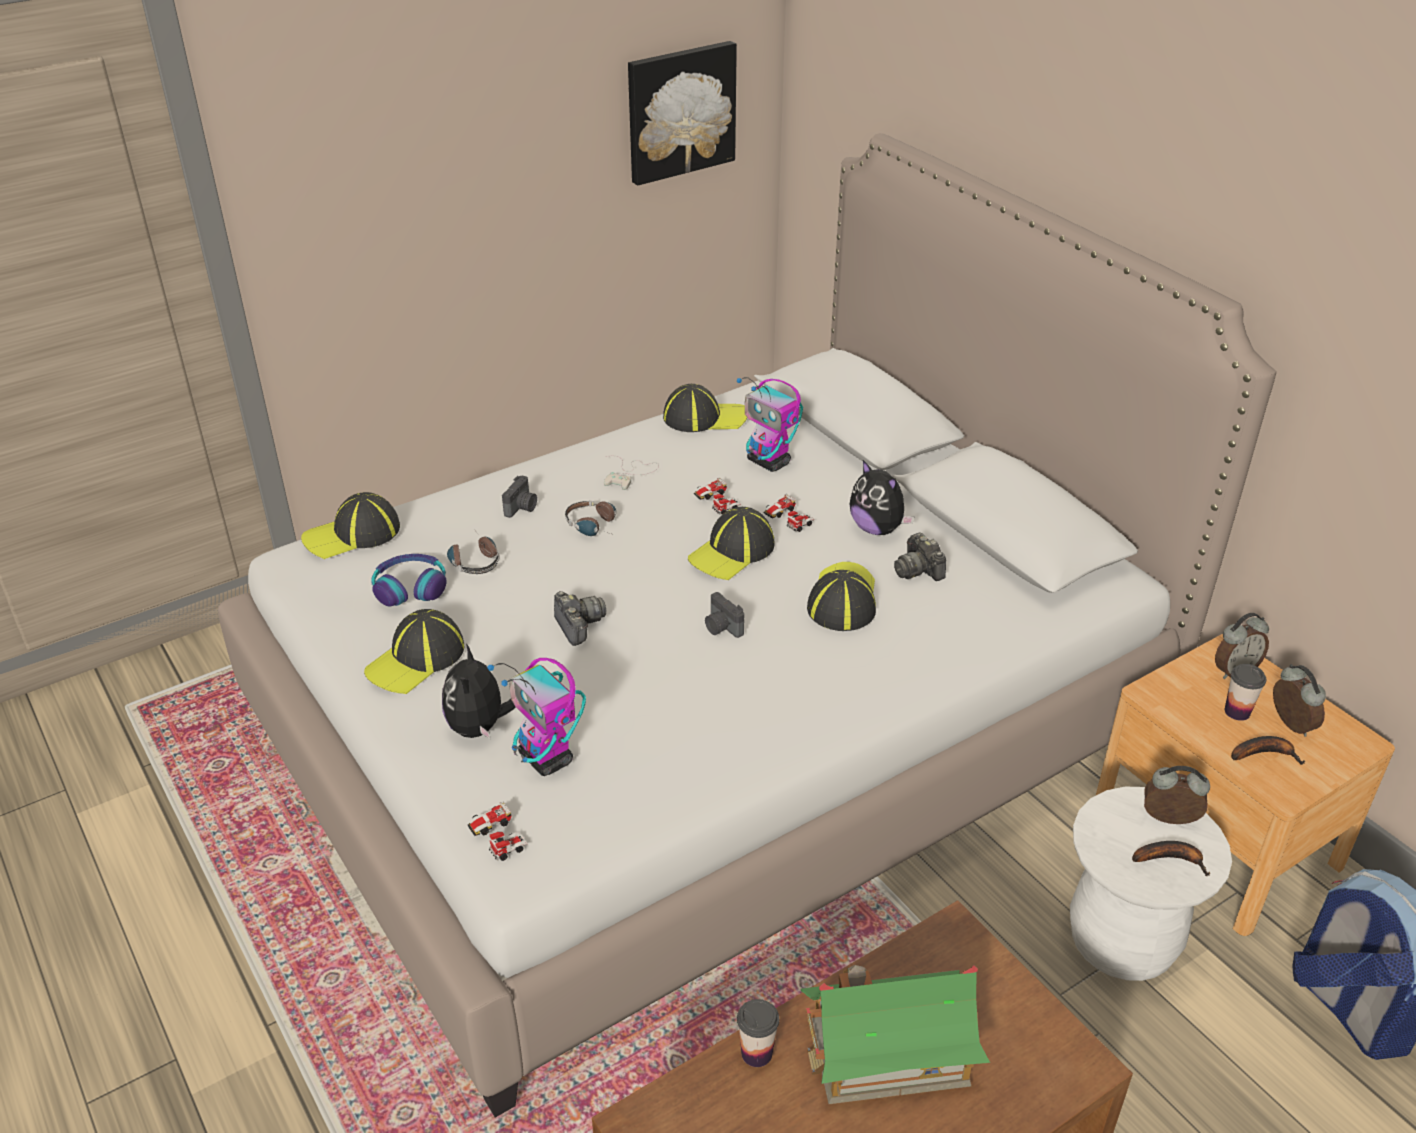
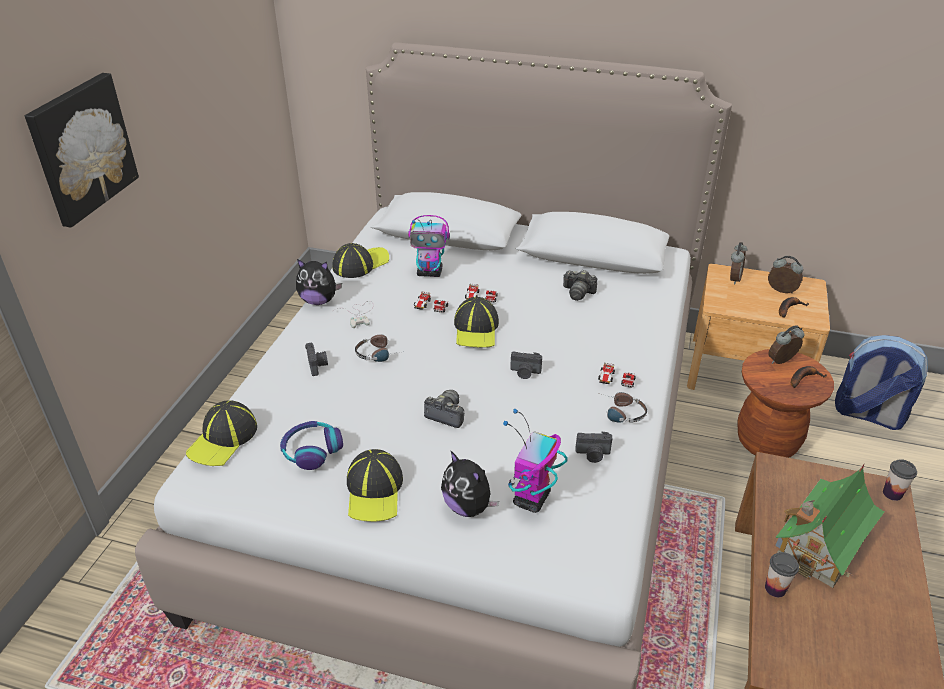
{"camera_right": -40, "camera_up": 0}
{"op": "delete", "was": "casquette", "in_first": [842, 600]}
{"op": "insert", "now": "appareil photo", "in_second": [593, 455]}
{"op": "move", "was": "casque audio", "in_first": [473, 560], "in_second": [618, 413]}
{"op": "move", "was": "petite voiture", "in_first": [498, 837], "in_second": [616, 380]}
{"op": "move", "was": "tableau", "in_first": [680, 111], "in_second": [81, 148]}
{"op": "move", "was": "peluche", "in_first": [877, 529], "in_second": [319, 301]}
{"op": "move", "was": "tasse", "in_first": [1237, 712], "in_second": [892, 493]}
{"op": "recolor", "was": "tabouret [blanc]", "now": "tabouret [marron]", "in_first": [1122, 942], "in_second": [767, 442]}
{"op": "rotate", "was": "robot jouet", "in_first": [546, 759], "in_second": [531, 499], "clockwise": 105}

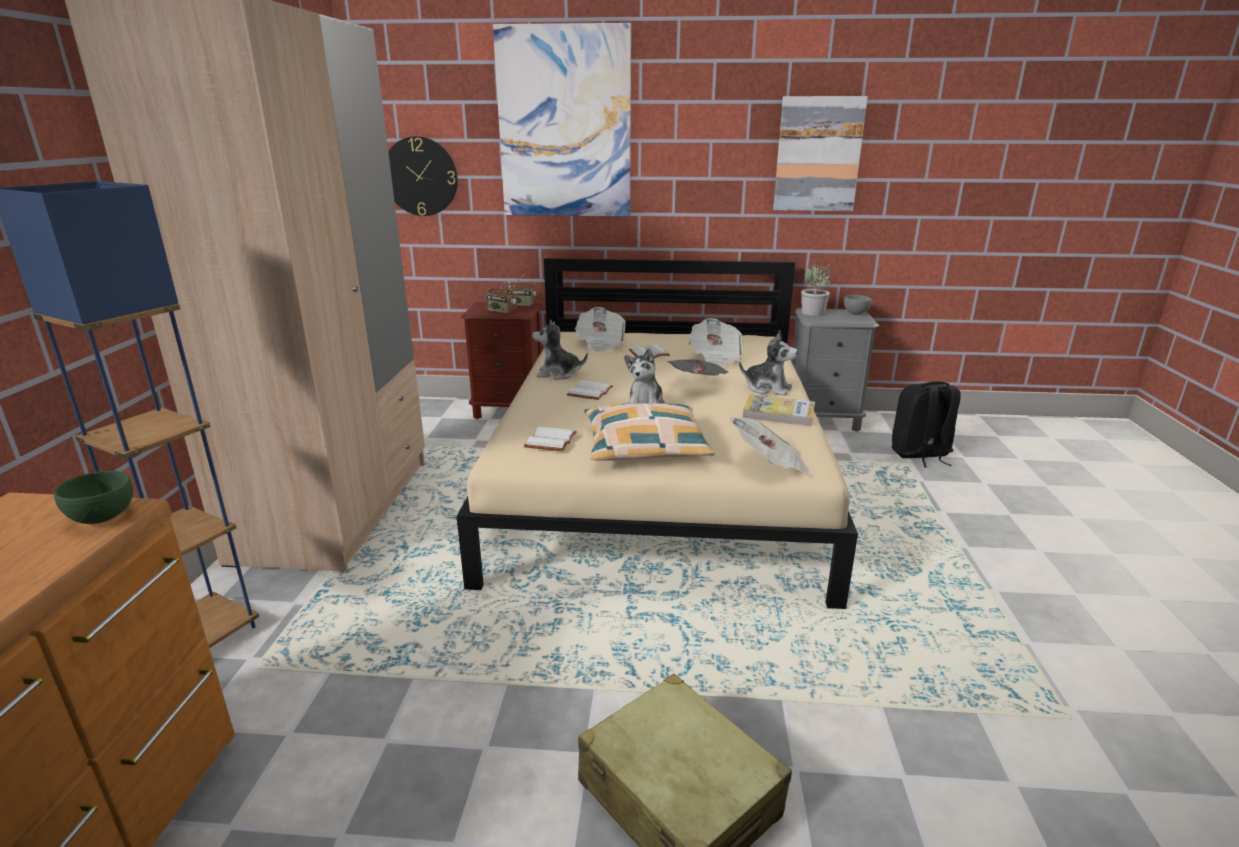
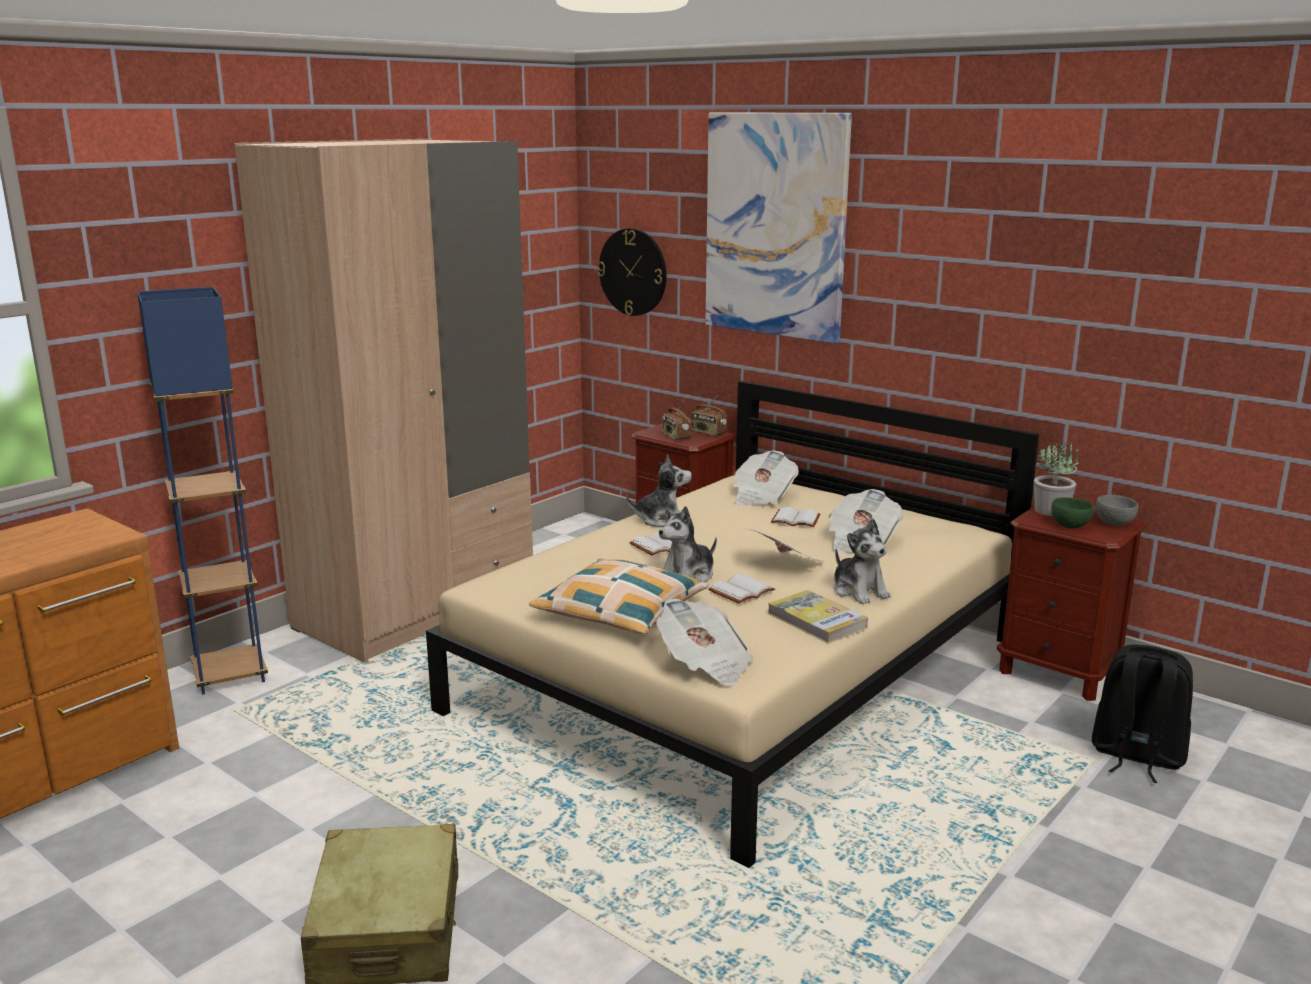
{"camera_right": 35, "camera_up": -5}
{"op": "delete", "was": "tableau", "in_first": [818, 154]}
{"op": "move", "was": "bol [vert]", "in_first": [102, 518], "in_second": [1069, 526]}
{"op": "move", "was": "livre [blanc]", "in_first": [552, 441], "in_second": [742, 592]}
{"op": "recolor", "was": "table de chevet [gris]", "now": "table de chevet [marron]", "in_first": [823, 420], "in_second": [1058, 673]}
{"op": "rotate", "was": "peluche", "in_first": [558, 374], "in_second": [661, 520], "clockwise": 135}

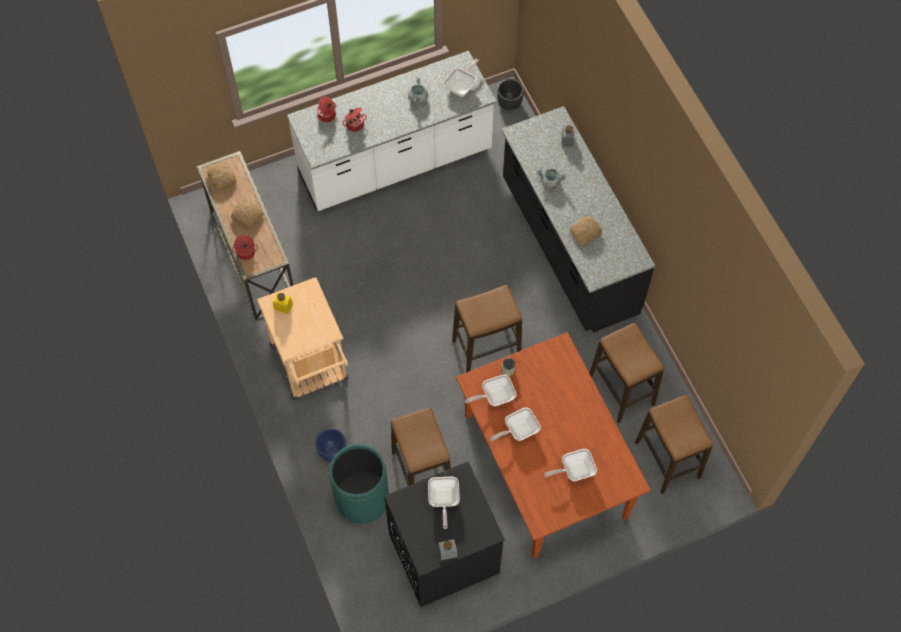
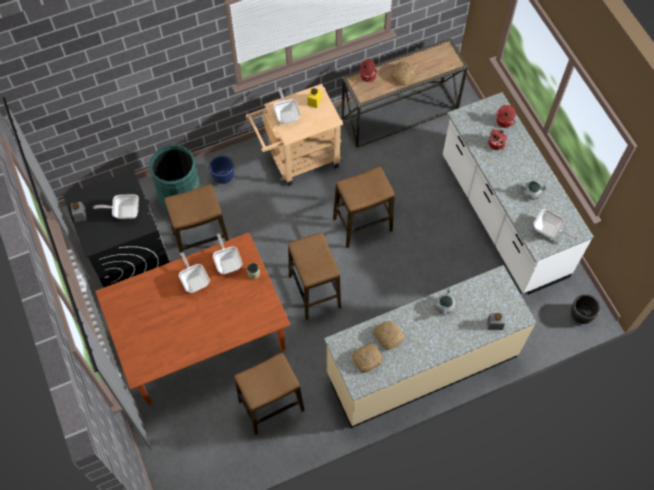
{"camera_right": 90, "camera_up": 0}
{"op": "move", "was": "pain", "in_first": [221, 178], "in_second": [367, 359]}
{"op": "move", "was": "poêle", "in_first": [574, 470], "in_second": [287, 114]}
{"op": "move", "was": "tabouret", "in_first": [667, 460], "in_second": [362, 225]}
{"op": "recolor", "was": "comptoir de cuisine [noir]", "now": "comptoir de cuisine [beige]", "in_first": [568, 247], "in_second": [421, 364]}

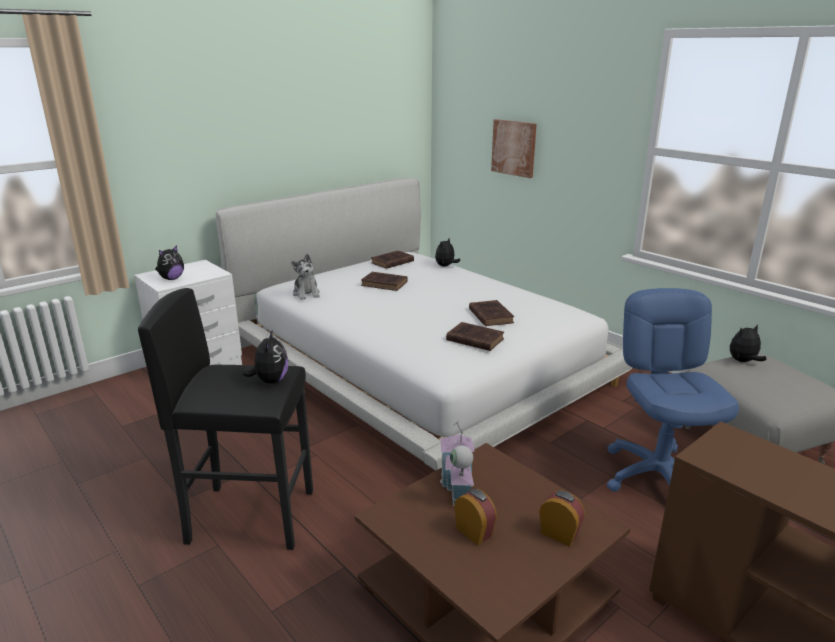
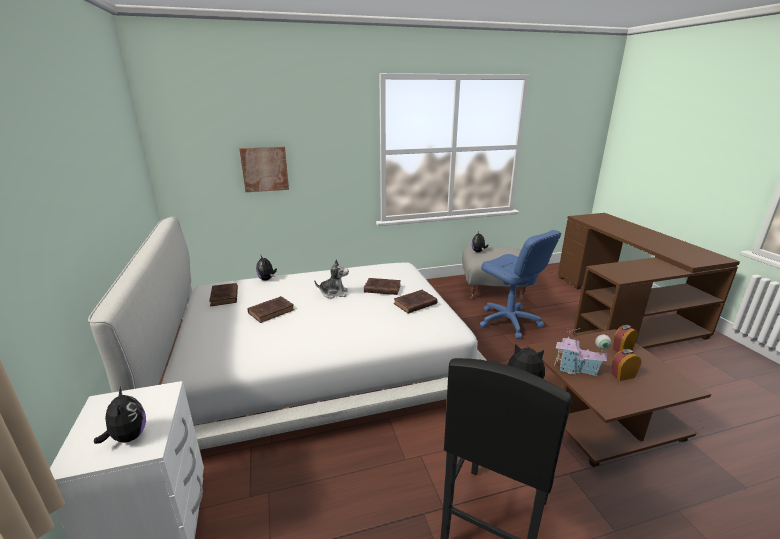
{"camera_right": -65, "camera_up": 0}
{"op": "move", "was": "peluche", "in_first": [306, 293], "in_second": [334, 293]}
{"op": "rotate", "was": "chaise de bureau [bleu]", "in_first": [658, 477], "in_second": [509, 322], "clockwise": -150}

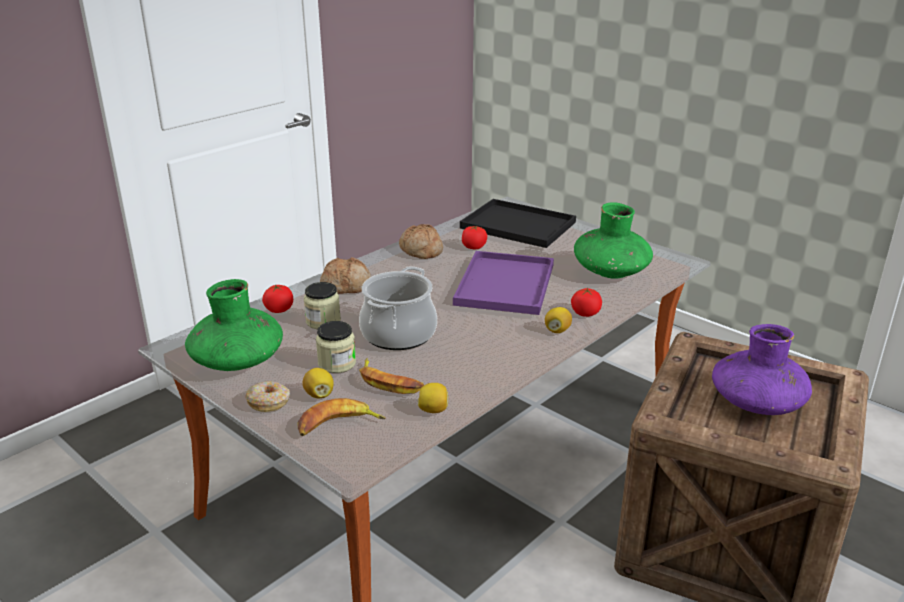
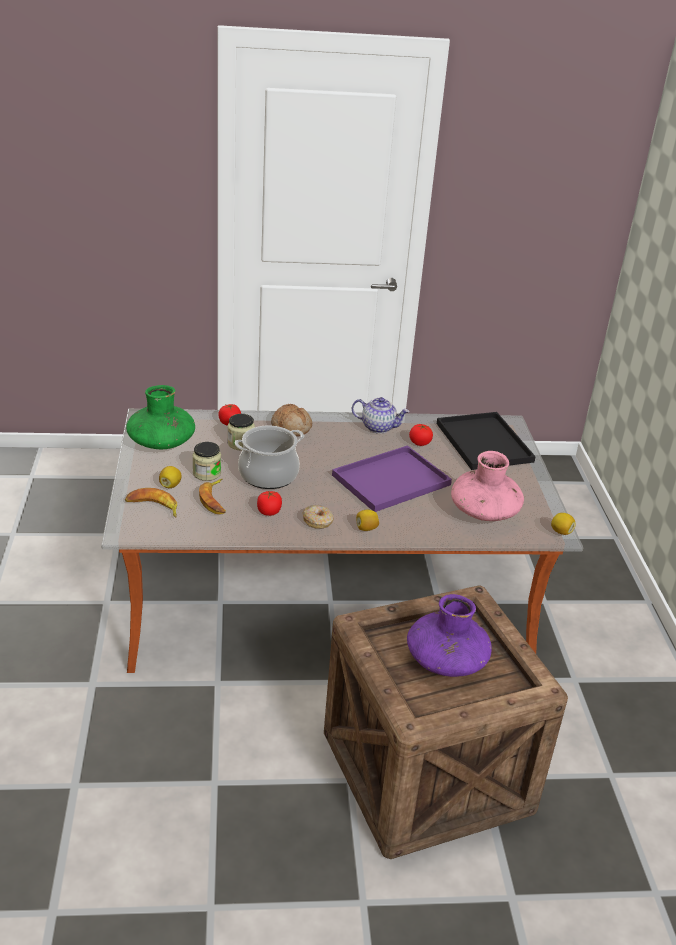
{"camera_right": 40, "camera_up": 5}
{"op": "move", "was": "beignet", "in_first": [269, 402], "in_second": [318, 521]}
{"op": "move", "was": "citron", "in_first": [433, 410], "in_second": [561, 532]}
{"op": "move", "was": "tomate", "in_first": [585, 313], "in_second": [269, 512]}
{"op": "replace", "was": "pain", "now": "théière", "in_first": [420, 251], "in_second": [378, 427]}
{"op": "recolor", "was": "vase [vert]", "now": "vase [rose]", "in_first": [611, 271], "in_second": [484, 512]}

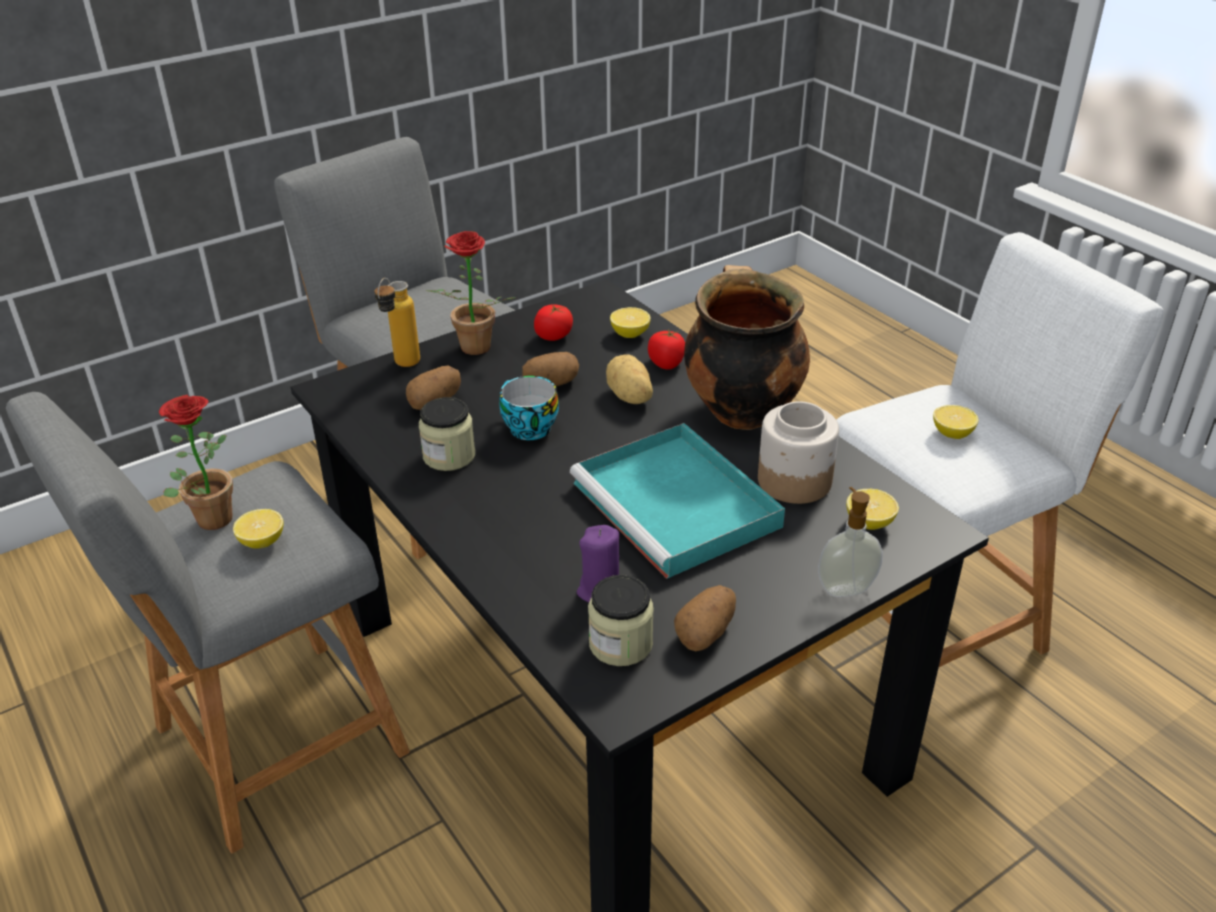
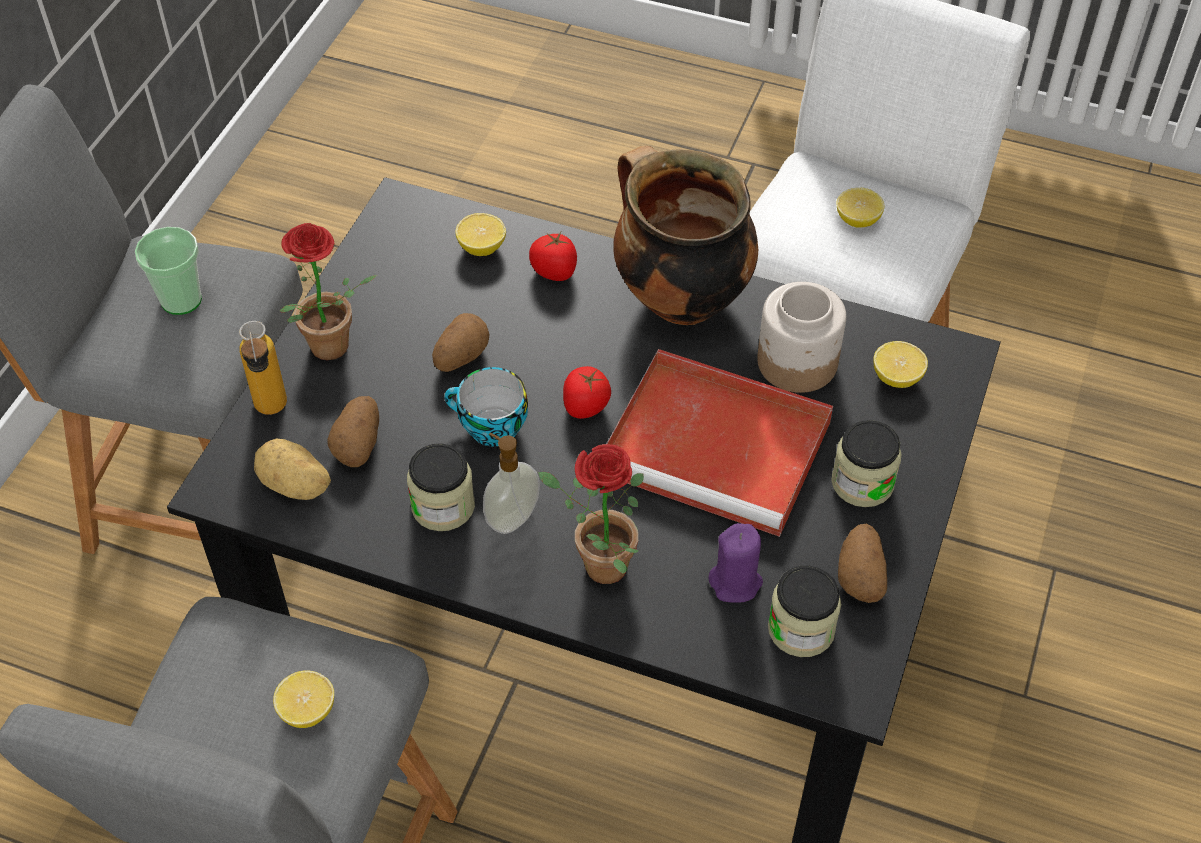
{"camera_right": -35, "camera_up": 15}
{"op": "insert", "now": "tasse", "in_second": [181, 300]}
{"op": "insert", "now": "bocal", "in_second": [862, 483]}
{"op": "move", "was": "plante en pot", "in_first": [210, 515], "in_second": [596, 566]}
{"op": "move", "was": "tomate", "in_first": [554, 336], "in_second": [585, 406]}
{"op": "move", "was": "pomme de terre", "in_first": [629, 397], "in_second": [295, 486]}
{"op": "move", "was": "distributeur de savon", "in_first": [845, 588], "in_second": [511, 517]}
{"op": "recolor", "was": "plateau [turquoise]", "now": "plateau [rouge]", "in_first": [679, 506], "in_second": [721, 448]}

